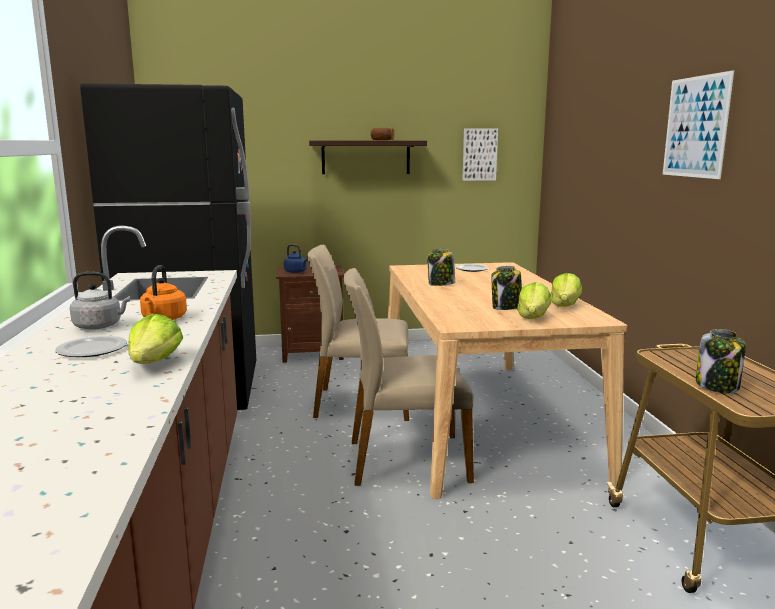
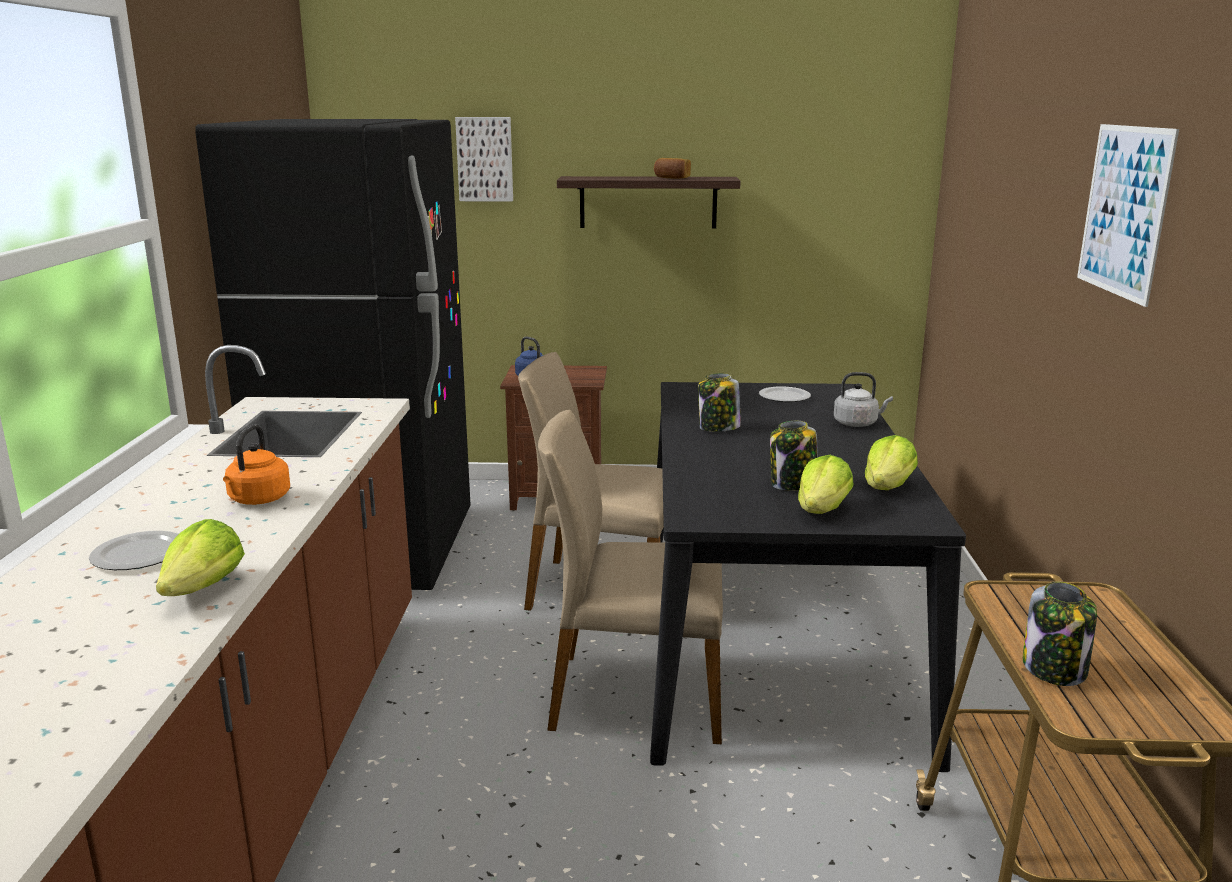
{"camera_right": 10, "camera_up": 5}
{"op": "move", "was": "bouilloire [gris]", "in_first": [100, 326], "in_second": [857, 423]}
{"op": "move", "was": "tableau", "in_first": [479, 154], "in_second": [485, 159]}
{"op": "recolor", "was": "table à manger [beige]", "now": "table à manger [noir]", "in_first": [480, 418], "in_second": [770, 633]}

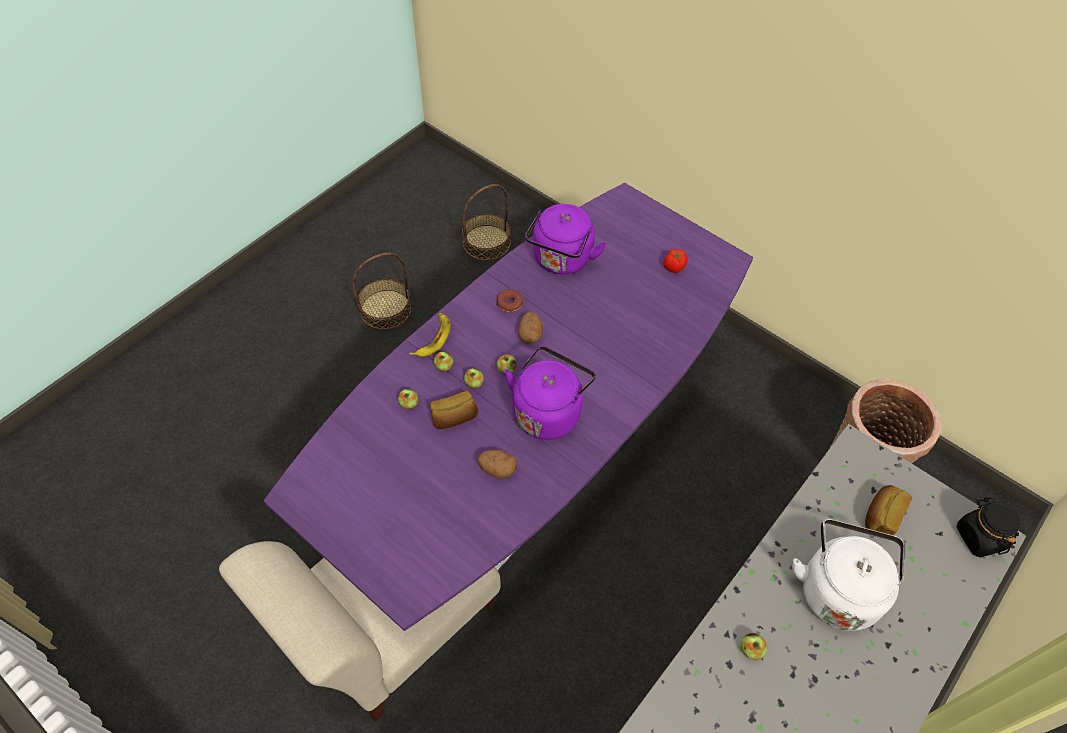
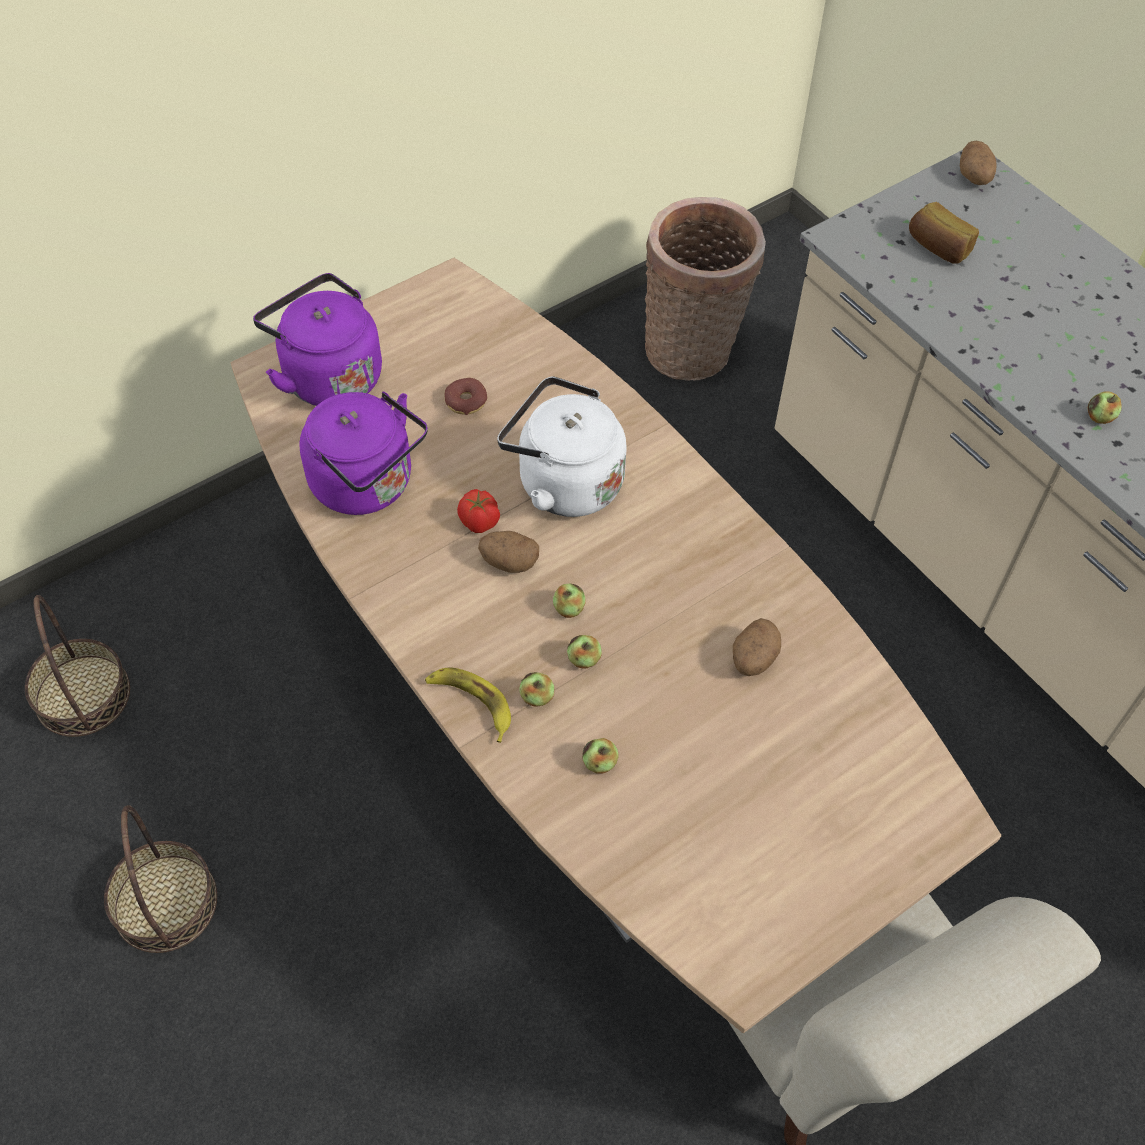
{"camera_right": -75, "camera_up": 0}
{"op": "delete", "was": "pain", "in_first": [454, 418]}
{"op": "move", "was": "beignet", "in_first": [509, 304], "in_second": [466, 401]}
{"op": "move", "was": "bouilloire [violet]", "in_first": [548, 411], "in_second": [328, 376]}
{"op": "move", "was": "tomate", "in_first": [673, 267], "in_second": [479, 522]}
{"op": "move", "was": "bouilloire [blanc]", "in_first": [837, 588], "in_second": [564, 482]}
{"op": "replace", "was": "bocal [noir]", "now": "pomme de terre", "in_first": [979, 537], "in_second": [974, 177]}
{"op": "recolor", "was": "table à manger [violet]", "now": "table à manger [marron]", "in_first": [529, 461], "in_second": [570, 730]}

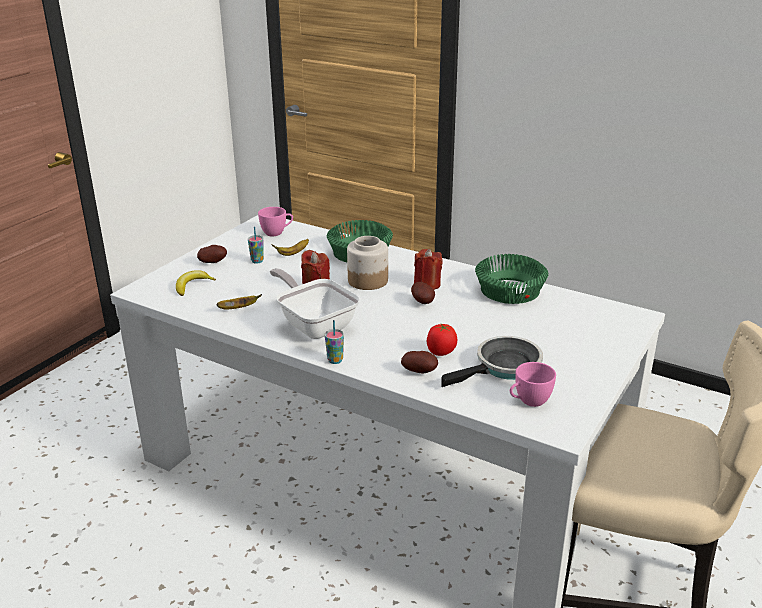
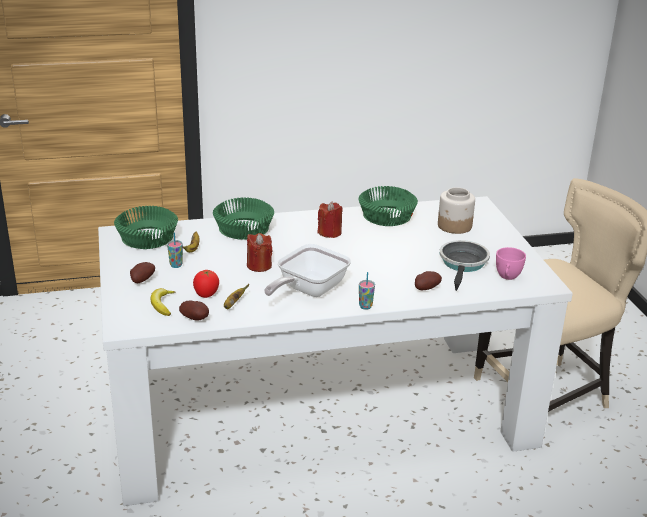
{"camera_right": -45, "camera_up": 0}
{"op": "move", "was": "bocal", "in_first": [367, 281], "in_second": [454, 226]}
{"op": "move", "was": "pomme de terre", "in_first": [423, 302], "in_second": [196, 319]}
{"op": "move", "was": "tomate", "in_first": [441, 352], "in_second": [206, 294]}
{"op": "replace", "was": "tasse [rose]", "now": "bol [vert]", "in_first": [277, 233], "in_second": [147, 238]}
{"op": "rotate", "was": "poêle", "in_first": [314, 324], "in_second": [308, 290], "clockwise": -60}

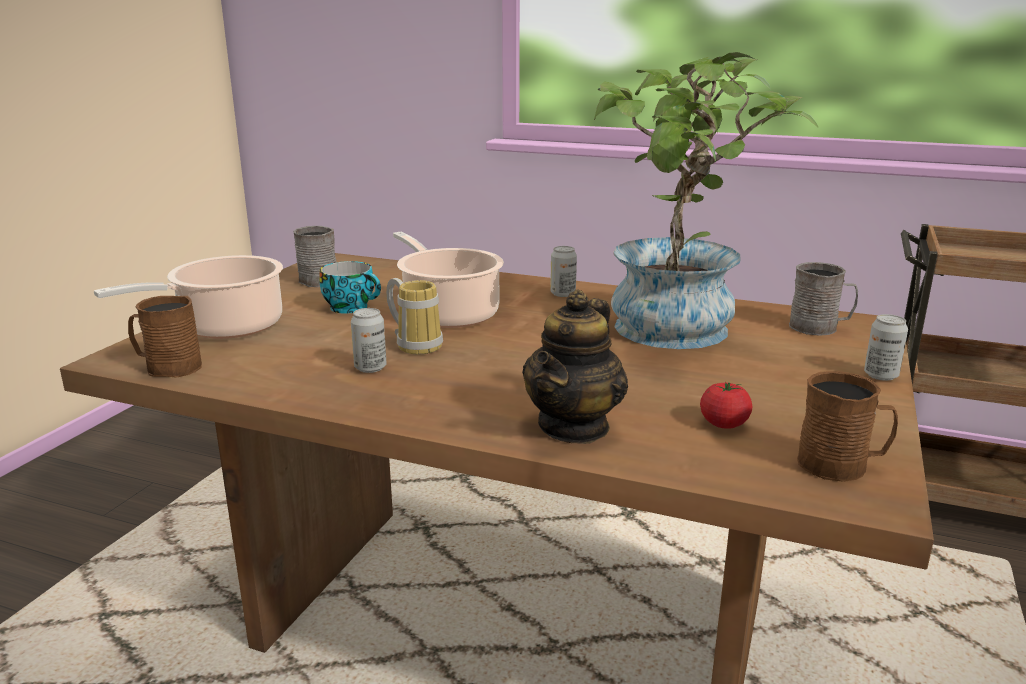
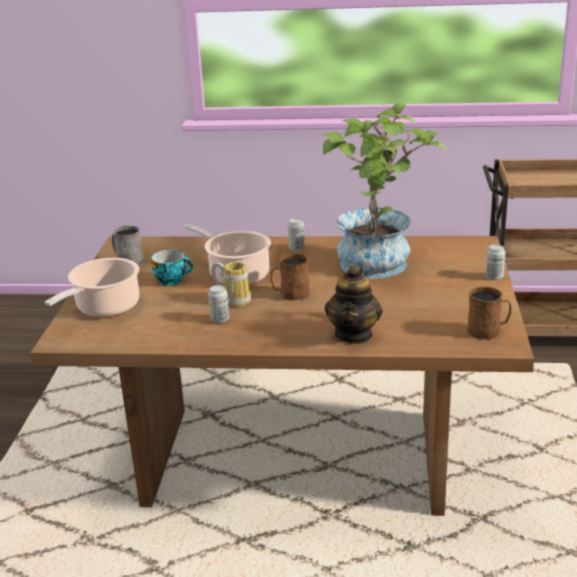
{"camera_right": -15, "camera_up": 5}
{"op": "delete", "was": "tomate", "in_first": [724, 424]}
{"op": "delete", "was": "mug [gris]", "in_first": [820, 328]}
{"op": "move", "was": "mug [marron]", "in_first": [167, 367], "in_second": [290, 294]}

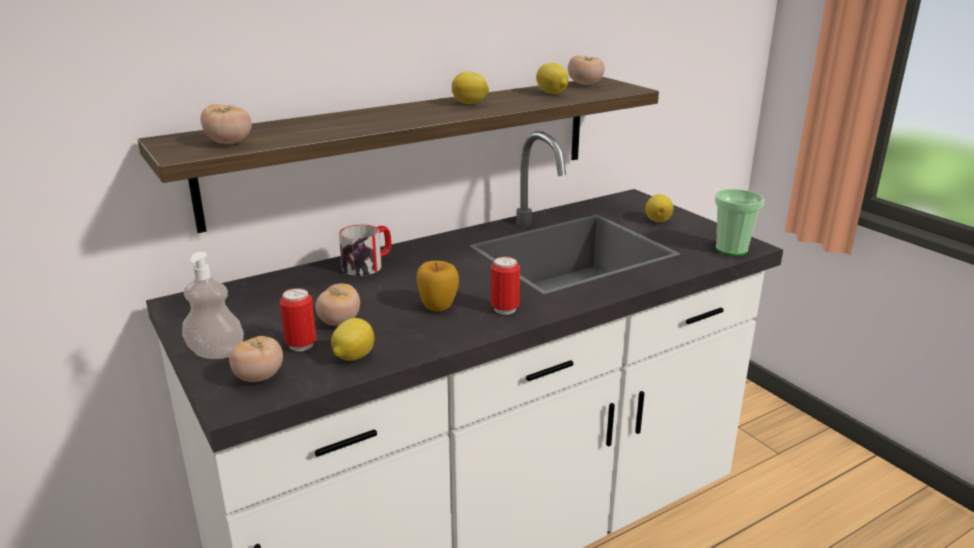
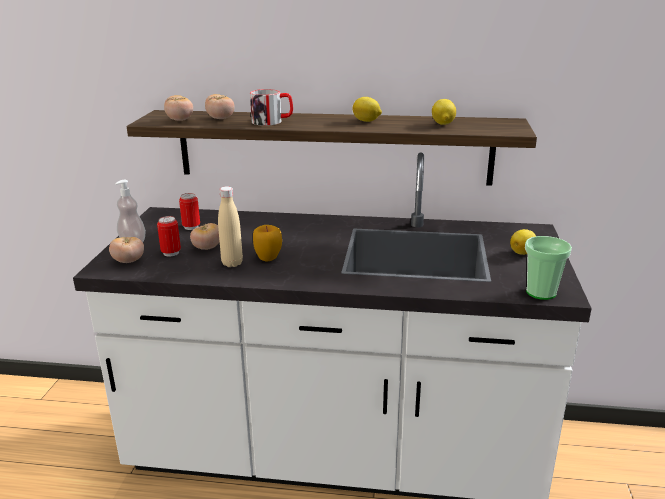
{"camera_right": 40, "camera_up": 0}
{"op": "delete", "was": "citron", "in_first": [353, 357]}
{"op": "insert", "now": "bouteille [beige]", "in_second": [232, 263]}
{"op": "move", "was": "mug", "in_first": [368, 265], "in_second": [272, 121]}
{"op": "move", "was": "boîte métallique", "in_first": [505, 309], "in_second": [191, 227]}
{"op": "move", "was": "tomate", "in_first": [585, 84], "in_second": [220, 119]}

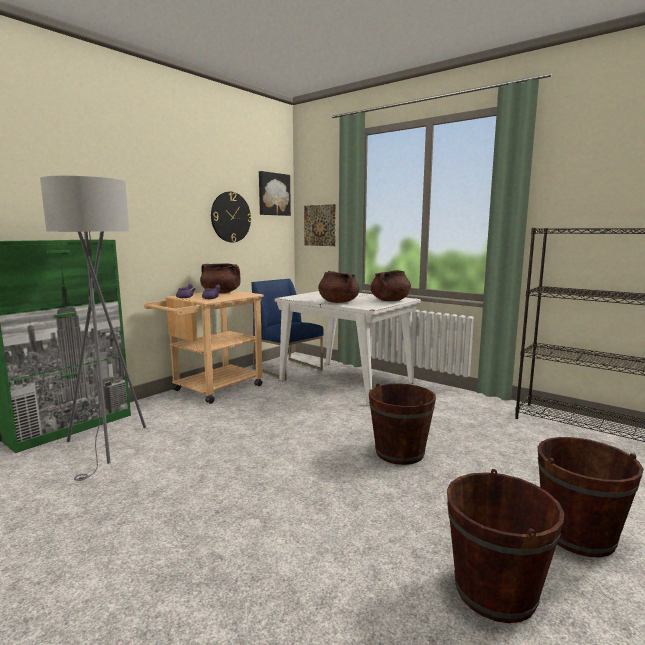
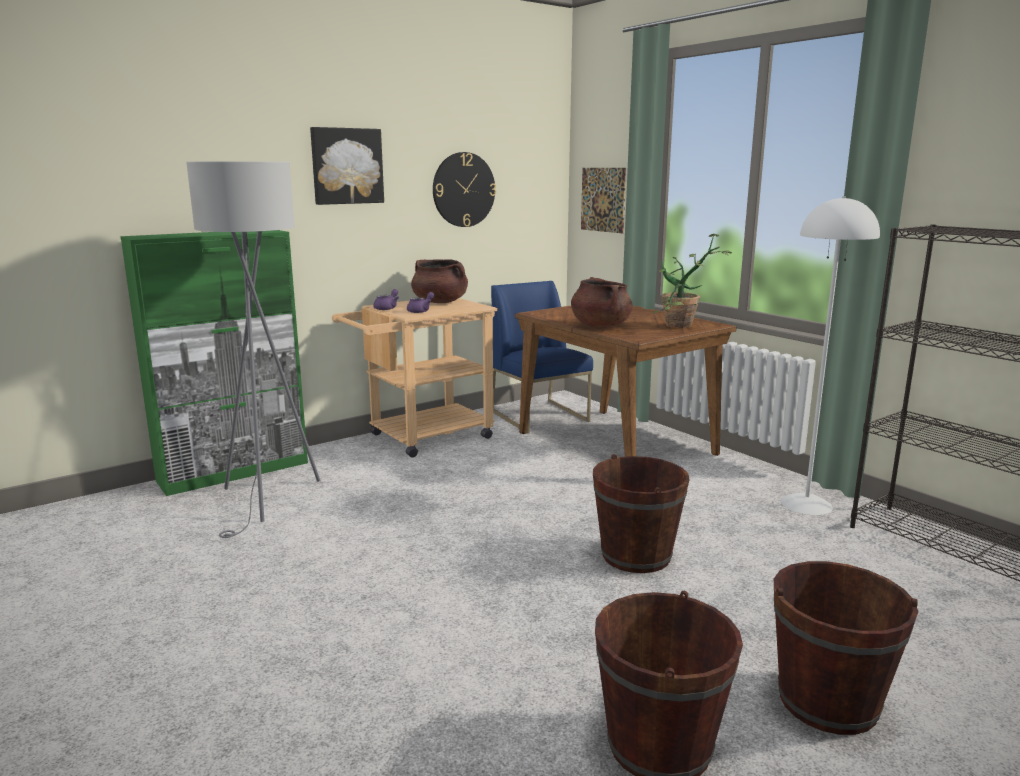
{"camera_right": 15, "camera_up": 5}
{"op": "insert", "now": "lampadaire [blanc]", "in_second": [807, 504]}
{"op": "move", "was": "tableau", "in_first": [273, 194], "in_second": [346, 166]}
{"op": "replace", "was": "marmite [marron]", "now": "plante en pot", "in_first": [390, 300], "in_second": [682, 327]}
{"op": "recolor", "was": "table à manger [blanc]", "now": "table à manger [marron]", "in_first": [347, 381], "in_second": [616, 443]}

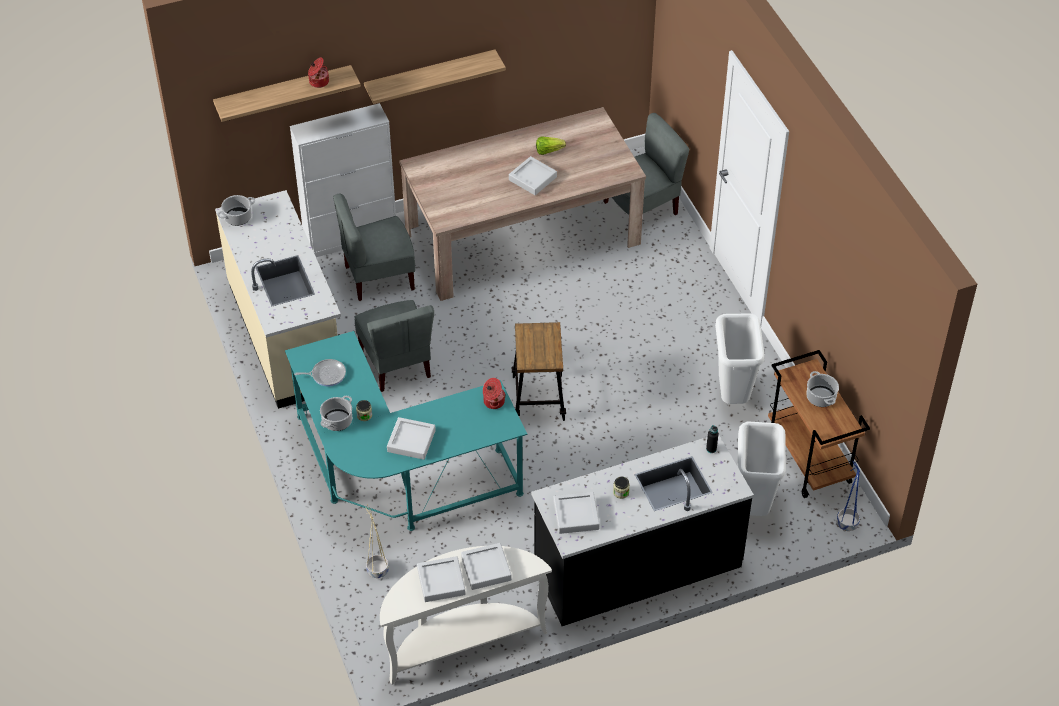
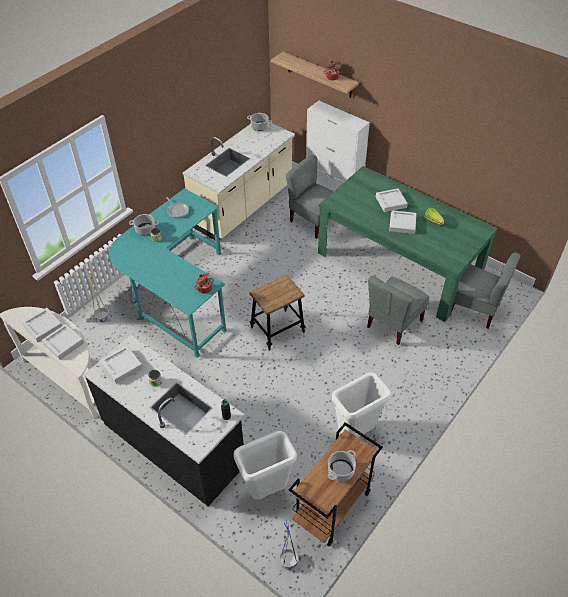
{"camera_right": 60, "camera_up": 0}
{"op": "delete", "was": "étagère", "in_first": [430, 77]}
{"op": "move", "was": "chaise [gris]", "in_first": [396, 364], "in_second": [393, 323]}
{"op": "move", "was": "plateau [gris]", "in_first": [411, 441], "in_second": [391, 202]}
{"op": "recolor", "was": "table à manger [beige]", "now": "table à manger [vert]", "in_first": [522, 236], "in_second": [398, 264]}

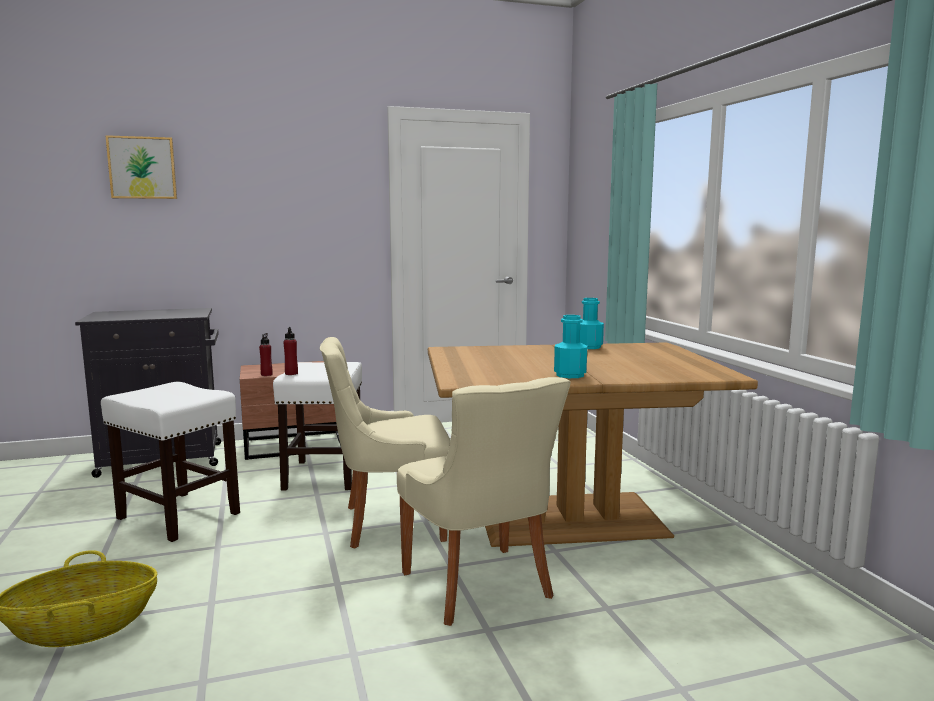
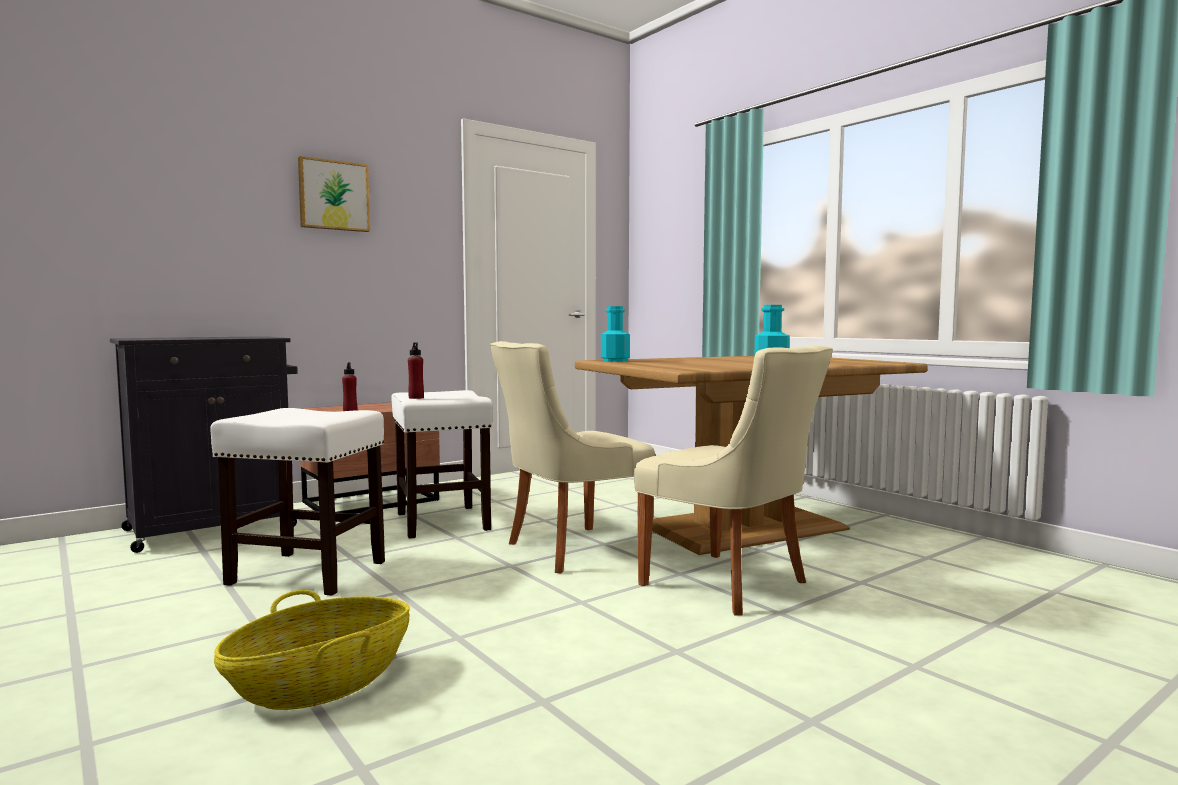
{"camera_right": -20, "camera_up": -5}
{"op": "move", "was": "tableau", "in_first": [142, 168], "in_second": [333, 195]}
{"op": "move", "was": "bouteille [turquoise]", "in_first": [589, 347], "in_second": [615, 361]}

